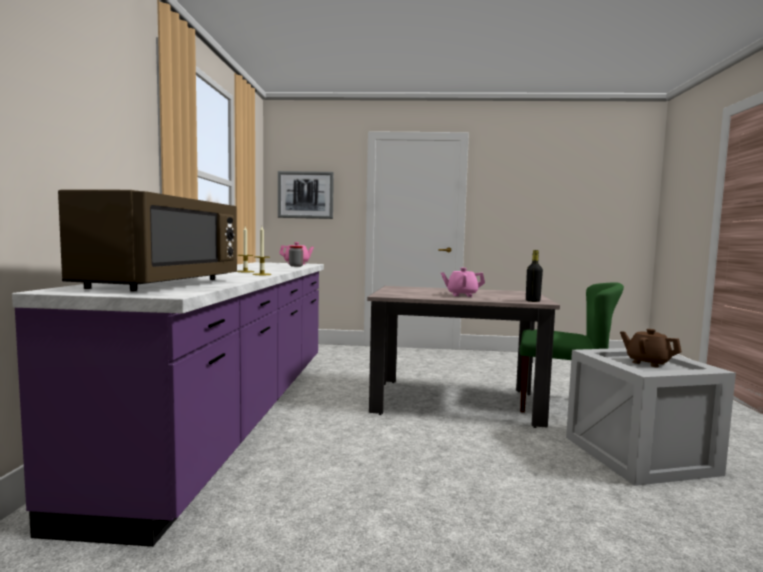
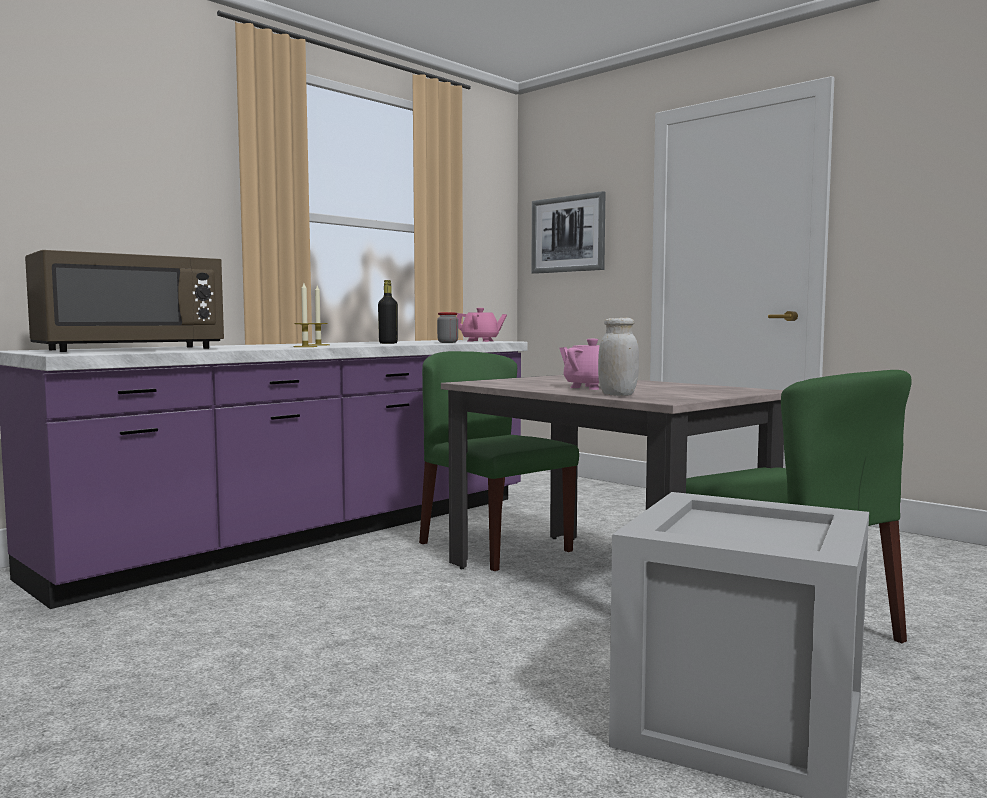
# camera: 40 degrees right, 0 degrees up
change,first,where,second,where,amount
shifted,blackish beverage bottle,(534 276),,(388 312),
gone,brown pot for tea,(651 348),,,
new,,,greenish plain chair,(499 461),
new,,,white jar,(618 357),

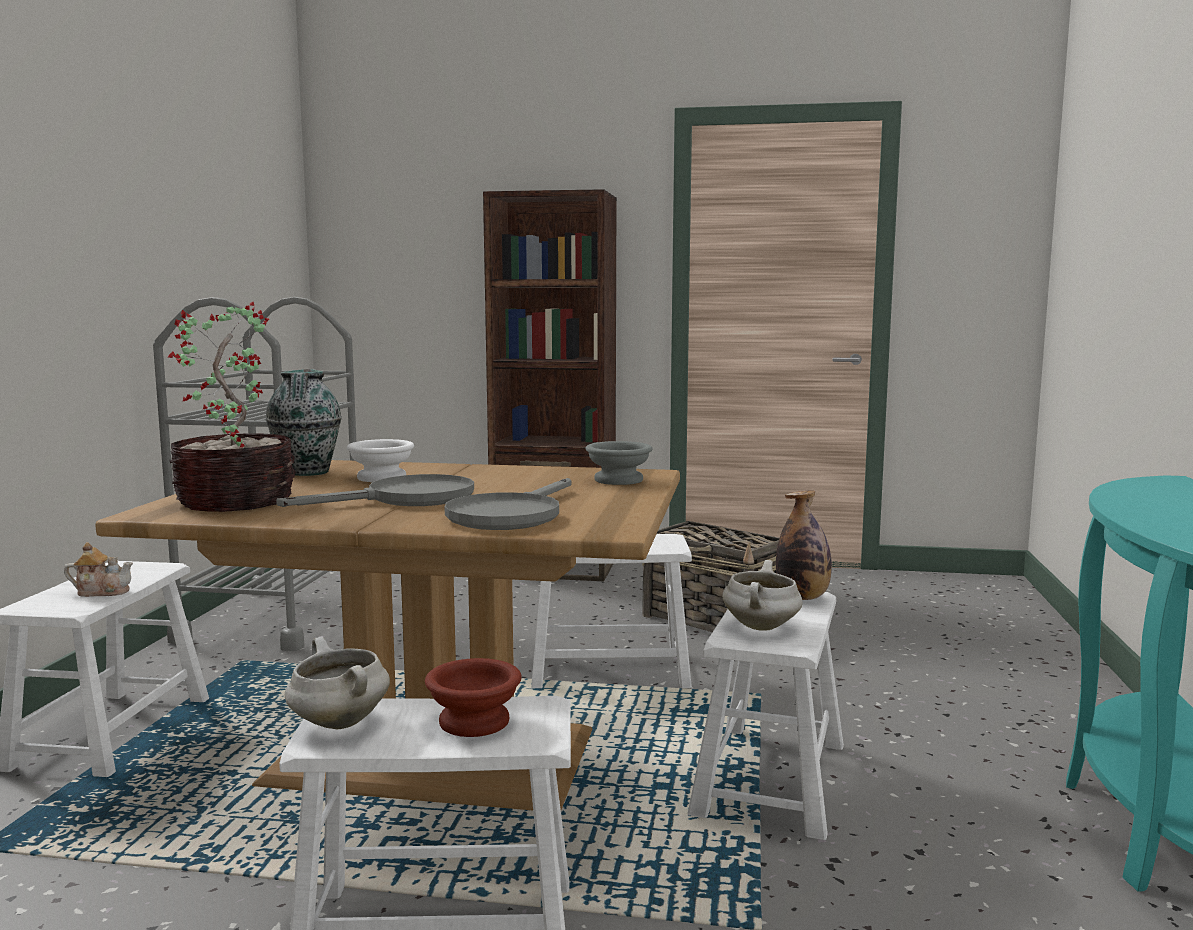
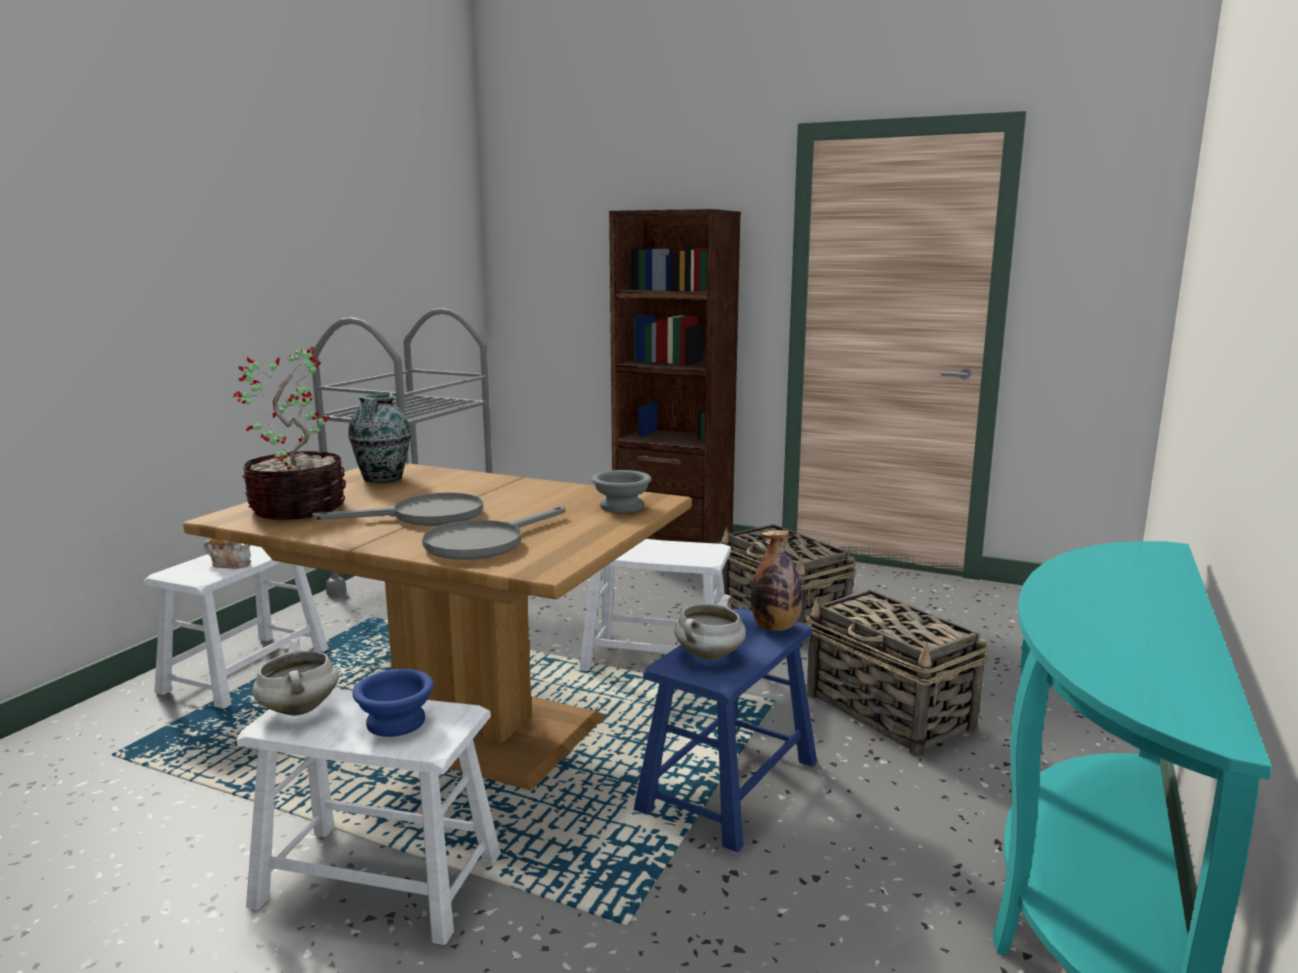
# camera: 15 degrees right, 5 degrees up
change,first,where,second,where,amount
gone,white bowl,(380 460),,,
repainted,brown bowl,(473 697),blue-coloured bowl,(393 703),
repainted,white stool,(765 716),blue-coloured stool,(725 730),
new,,,household basket,(897 673),

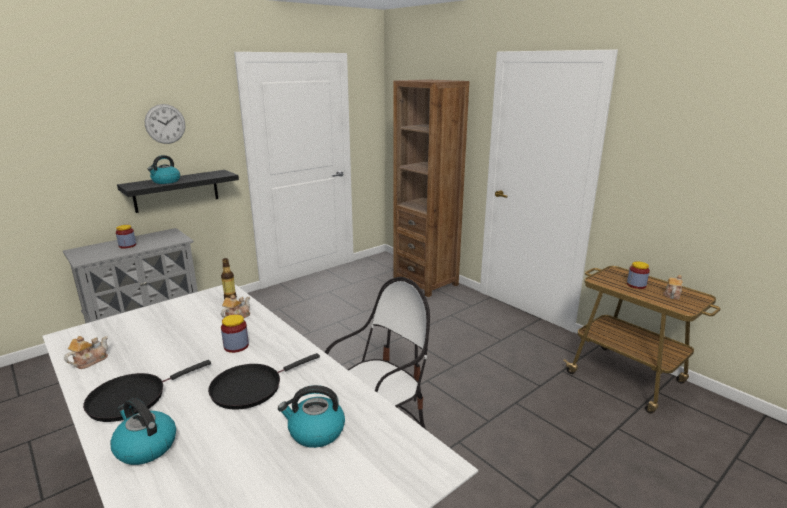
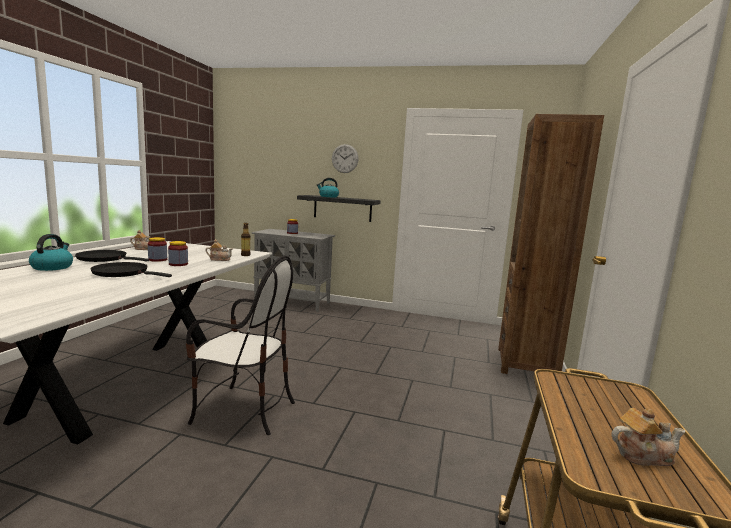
# camera: 55 degrees right, 10 degrees down
change,first,where,second,where,amount
gone,kettle,(311 416),,,
shifted,jar,(638 275),,(157 249),

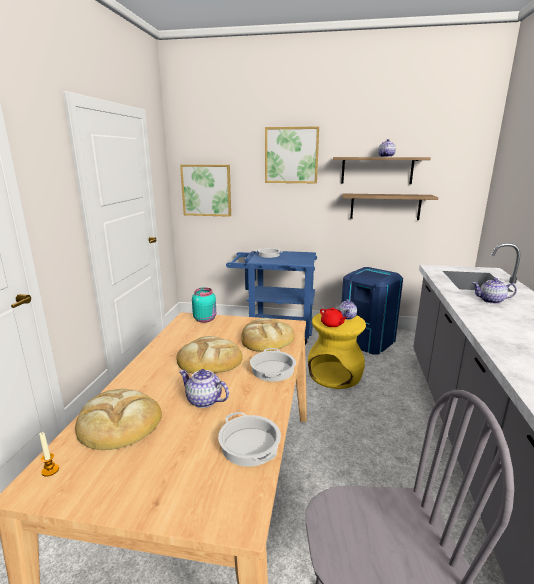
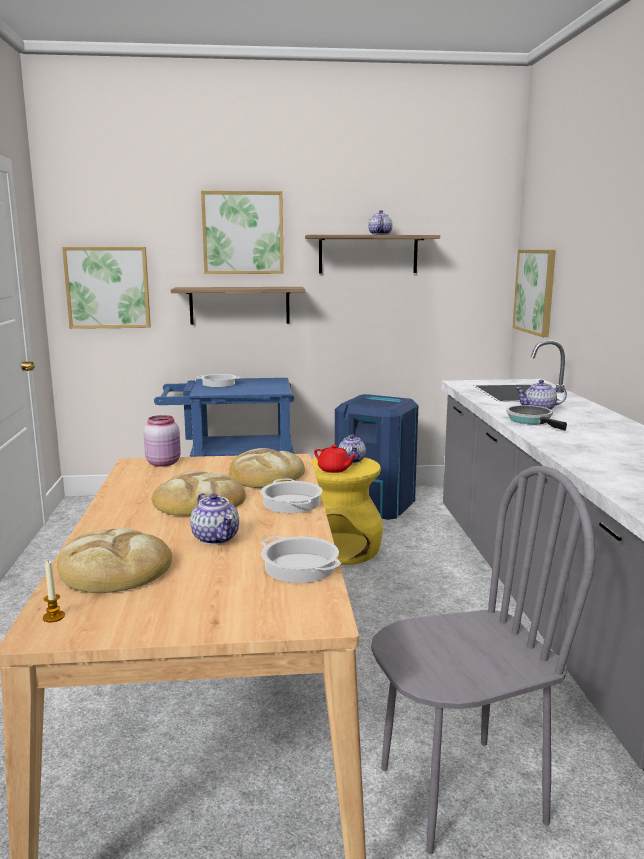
# camera: 15 degrees left, 5 degrees down
change,first,where,second,where,amount
rotated,pot for tea,(204 388),,(214 519),135 degrees counterclockwise
repainted,blue-green jar,(204 305),pink jar,(162 441),
shifted,bracket shelf,(390 206),,(238 306),
new,,,pan,(536 418),
new,,,picture,(534 293),

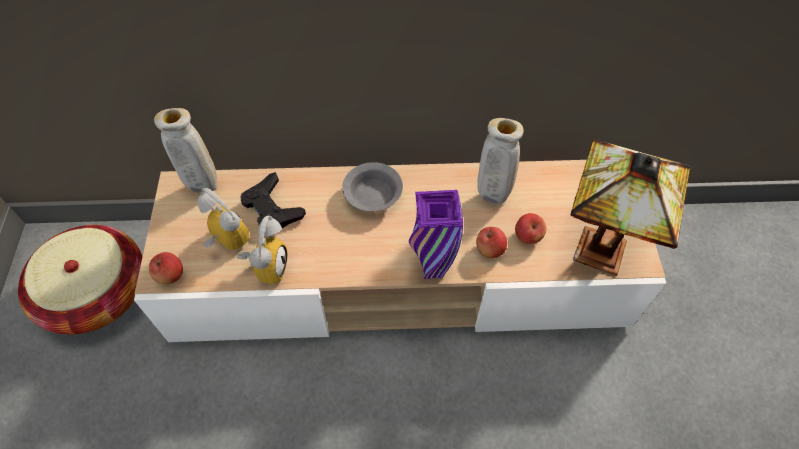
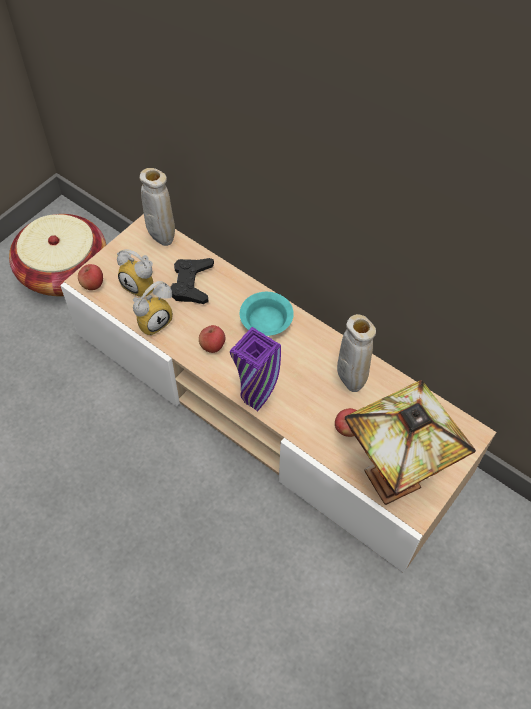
# camera: 40 degrees right, 0 degrees up
change,first,where,second,where,amount
rotated,alarm clock,(224 219),,(135 273),135 degrees clockwise
repainted,grey bowl,(372 187),blue-green bowl,(267 314),
shifted,whole apple,(491 242),,(212 339),

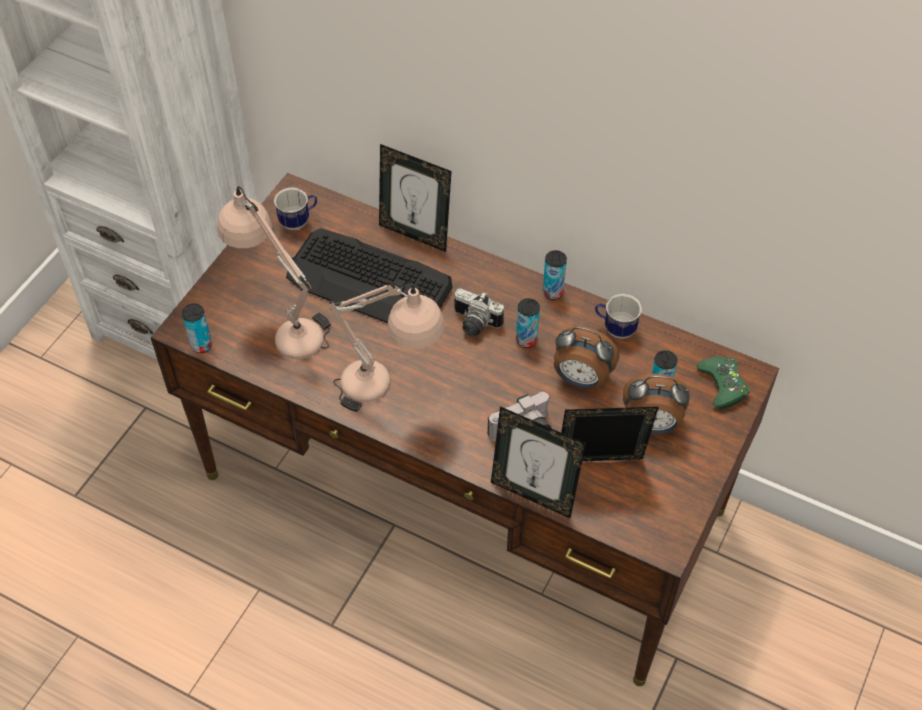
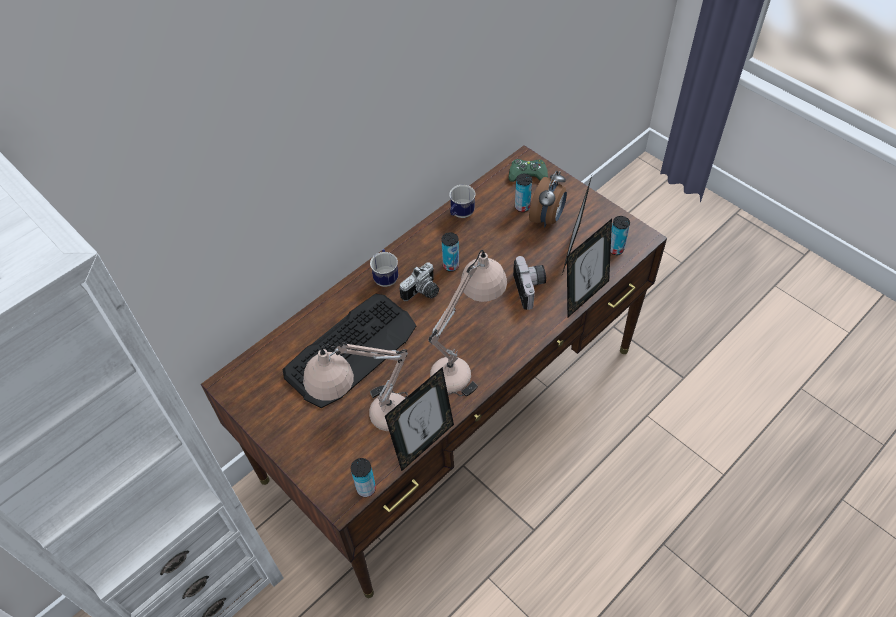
# camera: 70 degrees left, 0 degrees up
change,first,where,second,where,amount
shifted,tea mug,(295 209),,(384 268),
shifted,standing frame,(415 198),,(419 419),
shifted,can,(555 275),,(620 235),
gone,alarm clock,(586 358),,,

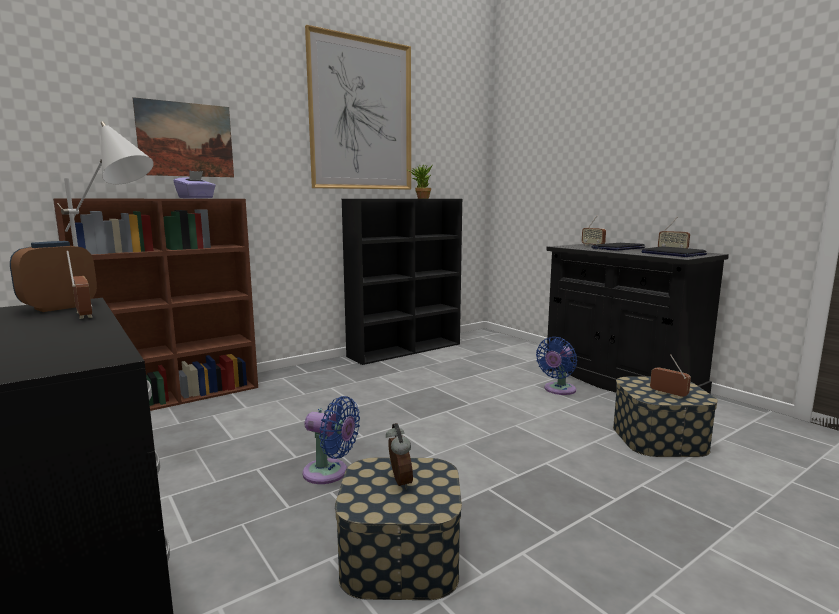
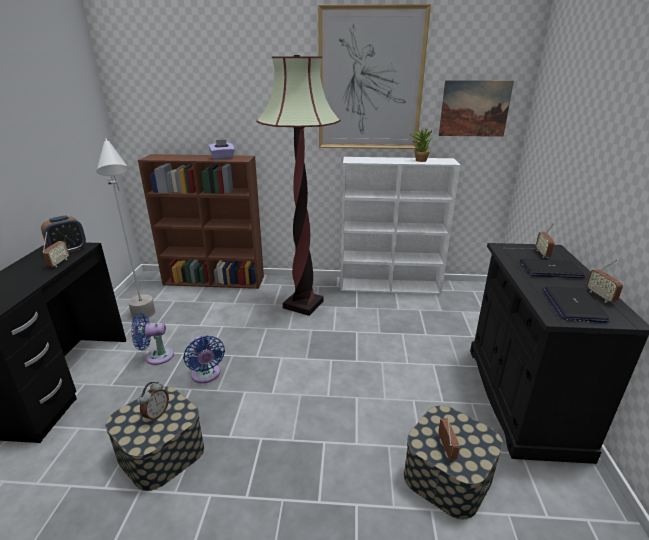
# camera: 40 degrees right, 15 degrees up
change,first,where,second,where,amount
rotated,alarm clock,(53 276),,(63 233),150 degrees clockwise
shifted,picture,(183 137),,(476 108),
repainted,blackish bookshelf,(402 282),white bookshelf,(400 225),
shifted,blue-coloured fan,(556 366),,(152 339),
new,,,floor lamp,(298 185),

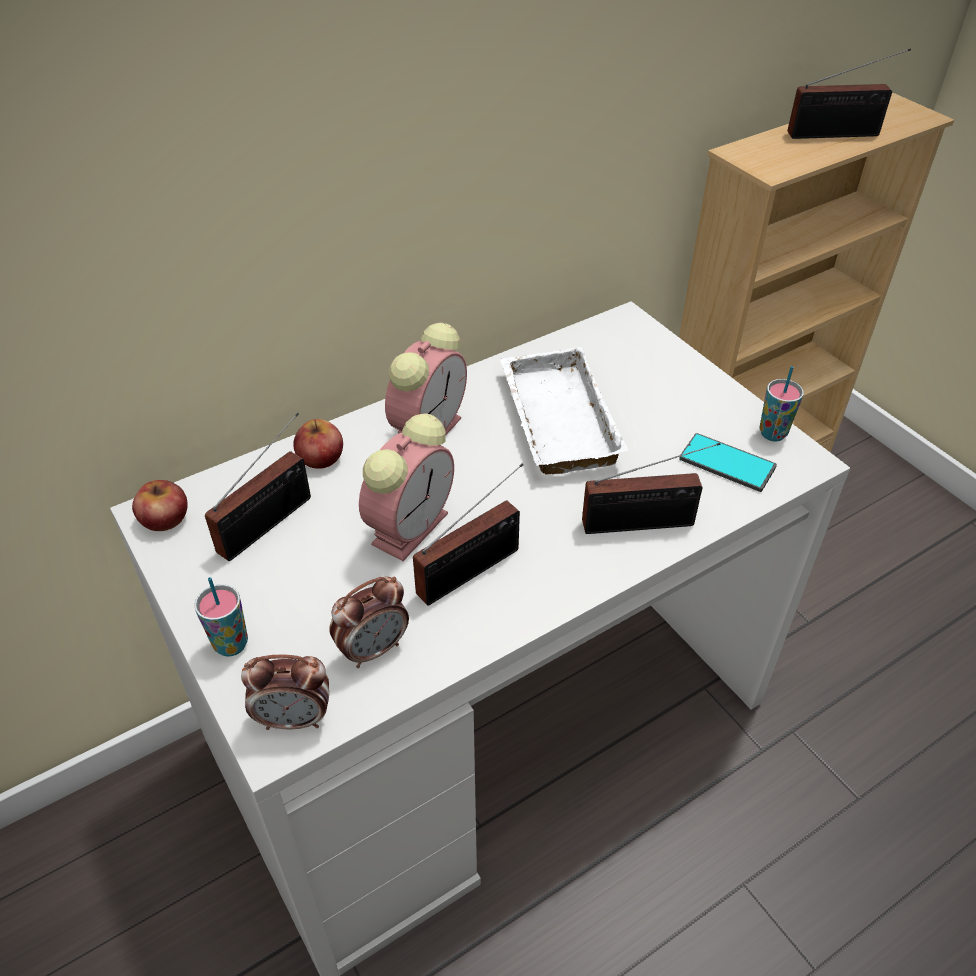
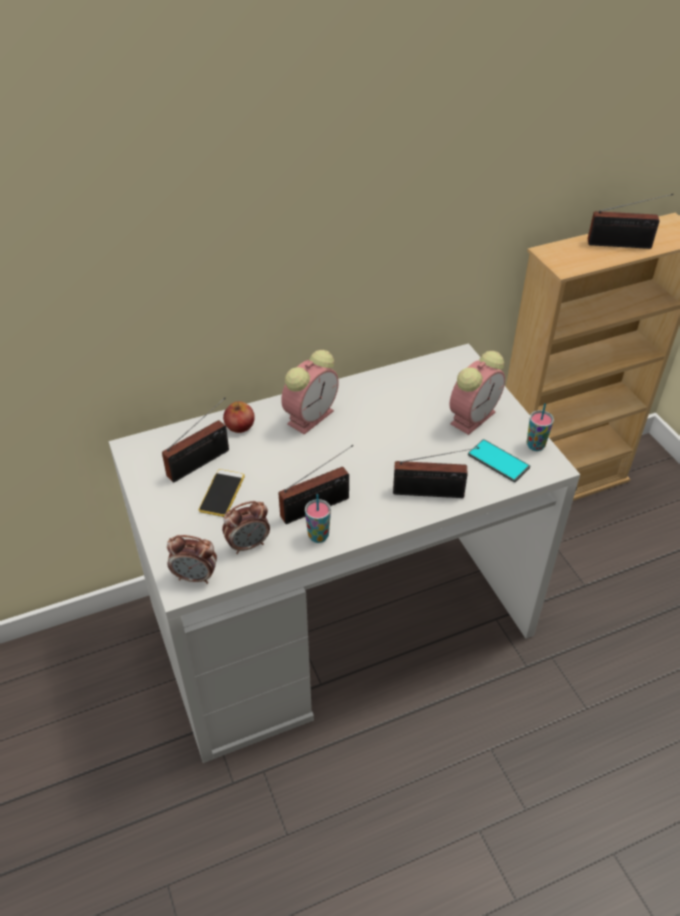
# camera: 10 degrees right, 0 degrees up
change,first,where,second,where,amount
gone,whole apple,(160 505),,,
shifted,cup,(221 616),,(318 518),
shifted,alarm clock,(406 487),,(477 393),
gone,white carrying tray,(564 411),,,
new,,,telephone,(222 493),

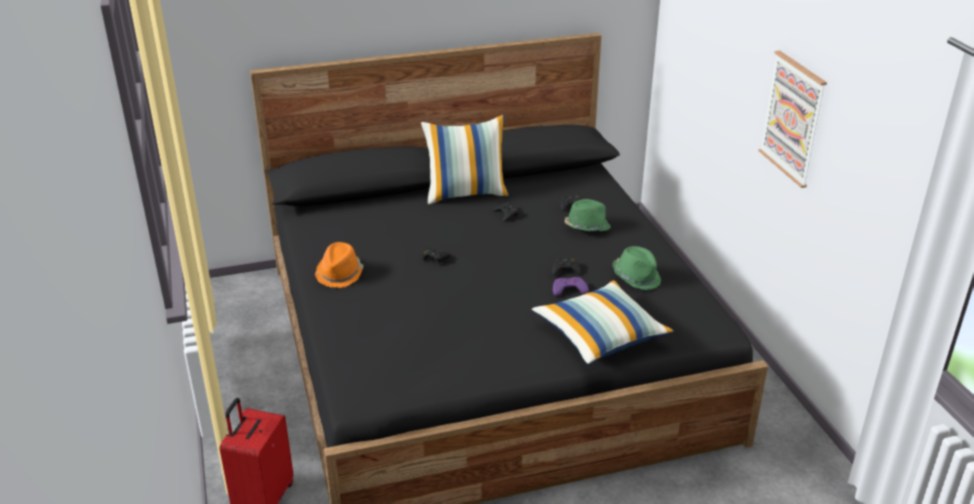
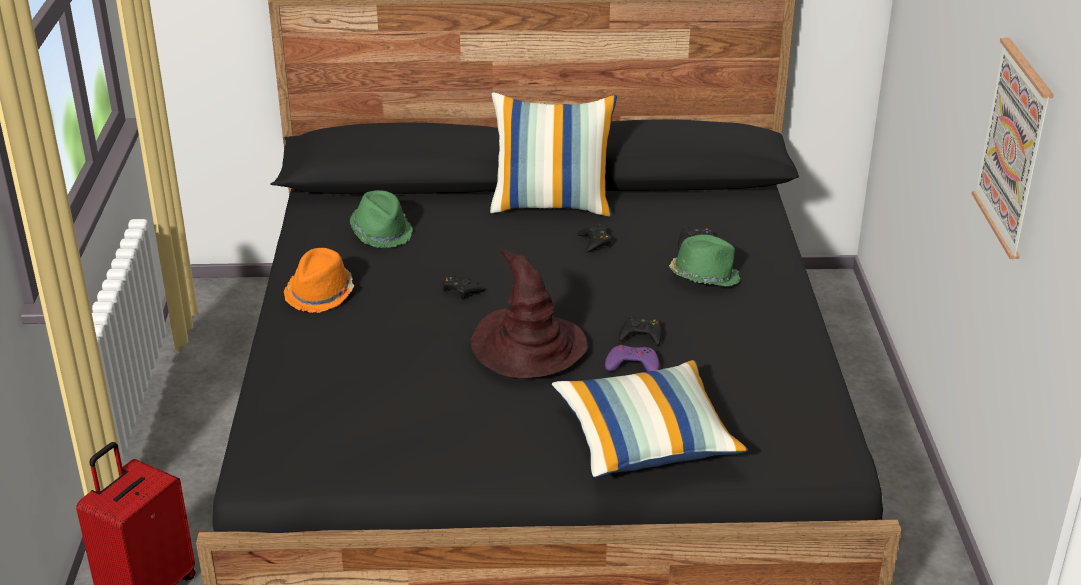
# camera: 15 degrees right, 0 degrees up
change,first,where,second,where,amount
shifted,greenish wearable hat,(637 268),,(381 219),
new,,,brown wearable hat,(529 314),

